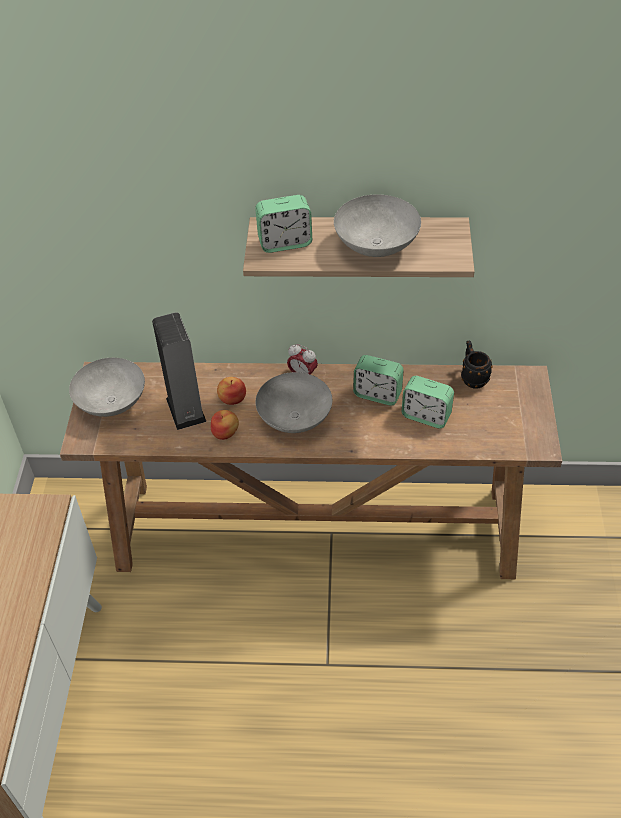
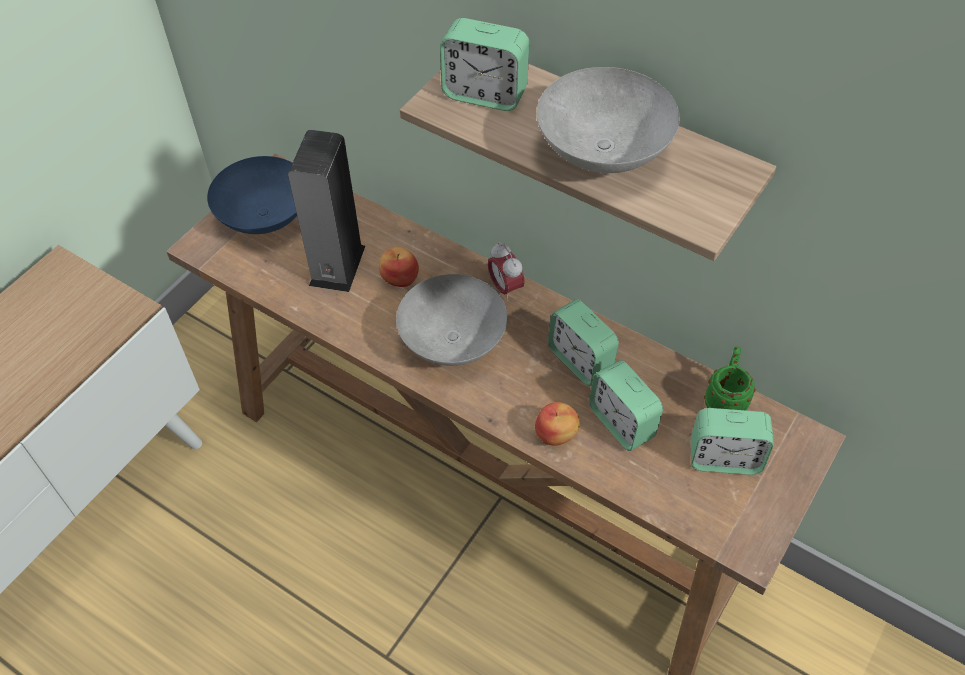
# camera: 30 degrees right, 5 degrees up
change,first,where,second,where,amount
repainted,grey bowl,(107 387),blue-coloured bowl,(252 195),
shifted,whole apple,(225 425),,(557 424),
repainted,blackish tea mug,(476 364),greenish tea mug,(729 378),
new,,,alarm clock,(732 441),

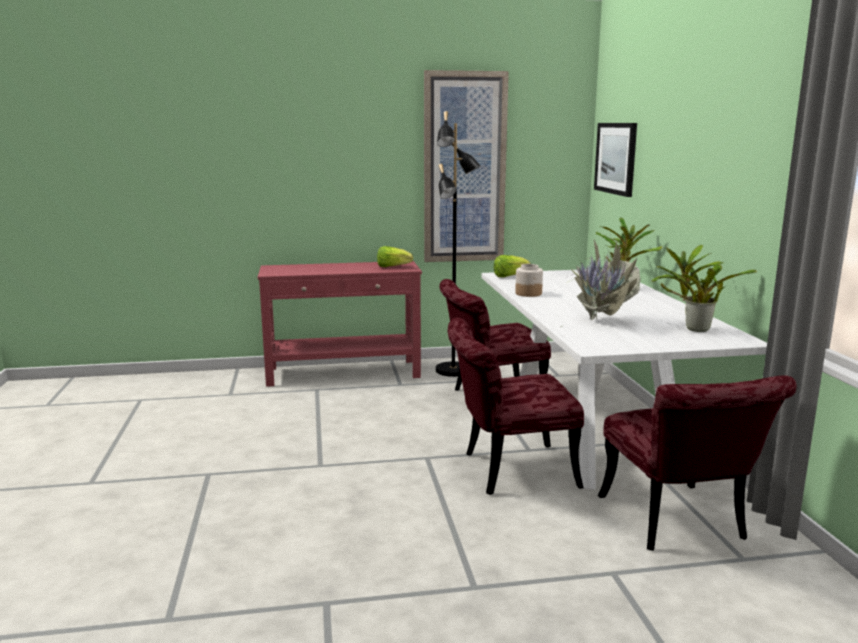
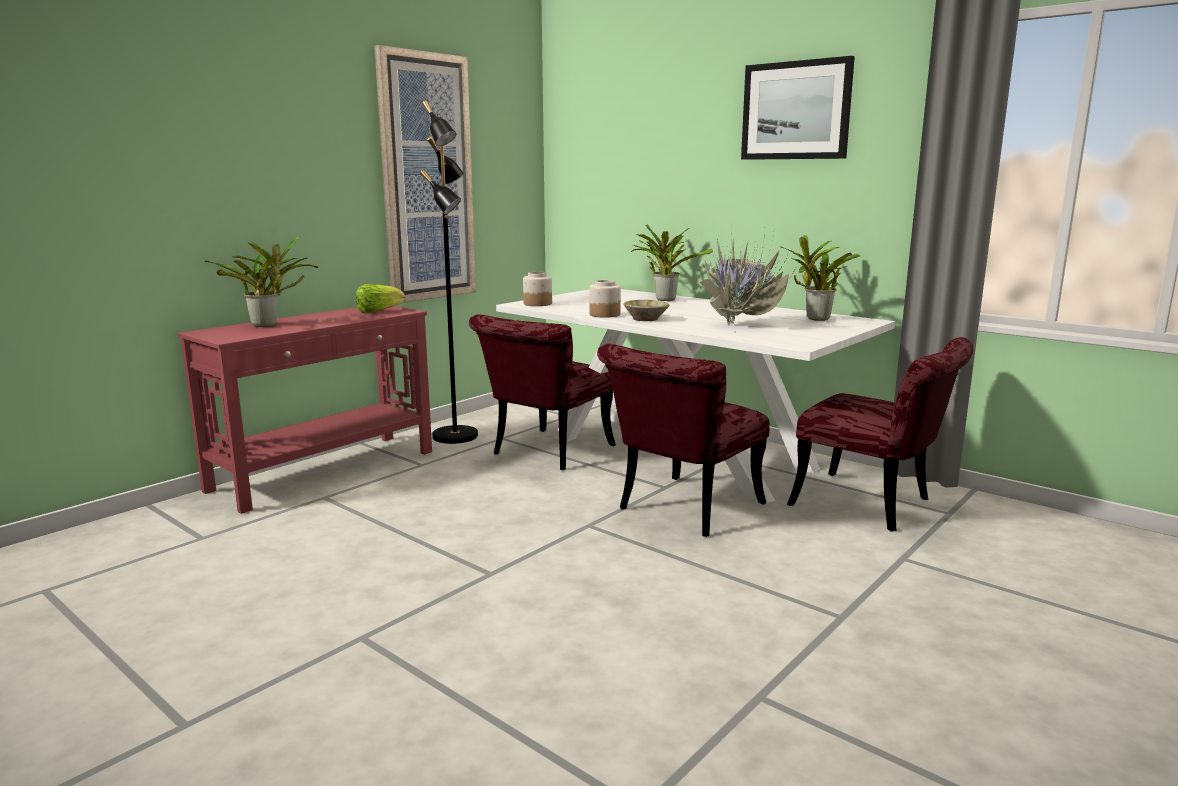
# camera: 40 degrees left, 0 degrees up
change,first,where,second,where,amount
swapped,lettuce head,(512 266),jar,(537 289),
shifted,picture,(615 160),,(798 108),
new,,,plant in a pot,(261 281),
new,,,beige-coloured bowl,(646 310),

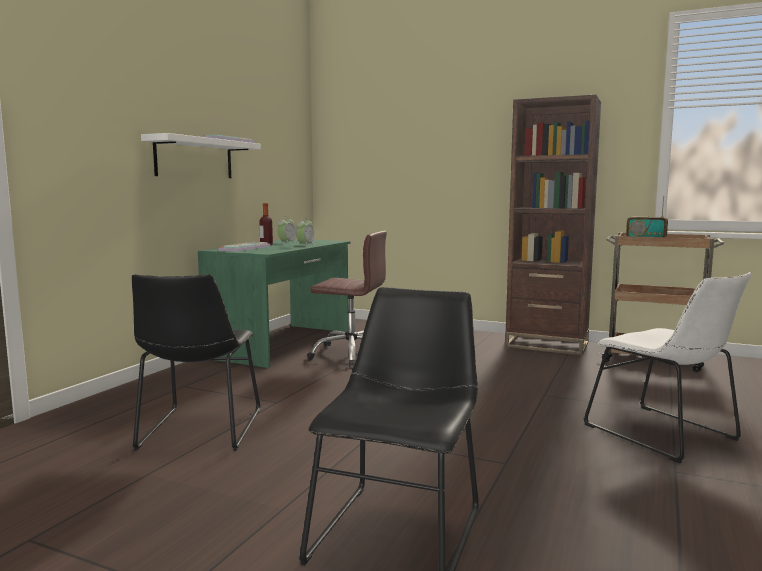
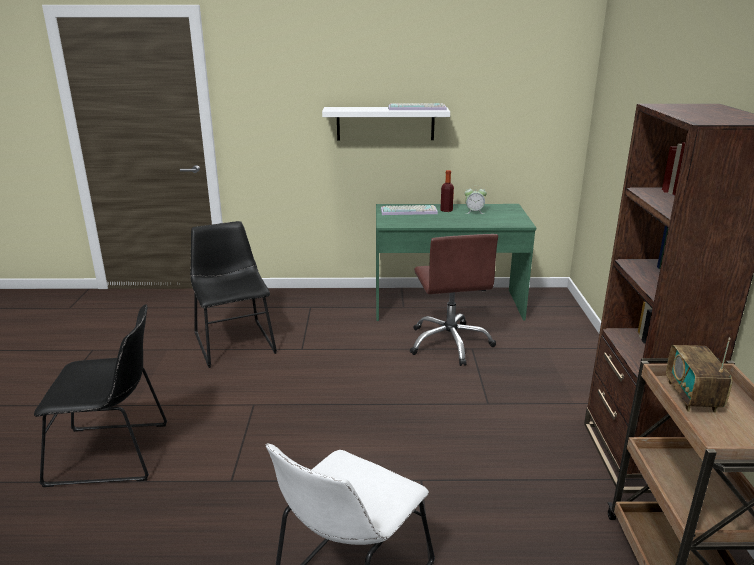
# camera: 65 degrees right, 15 degrees up
change,first,where,second,where,amount
rotated,blackish plain chair,(196 363),,(233 294),90 degrees clockwise
gone,alarm clock,(305 231),,,

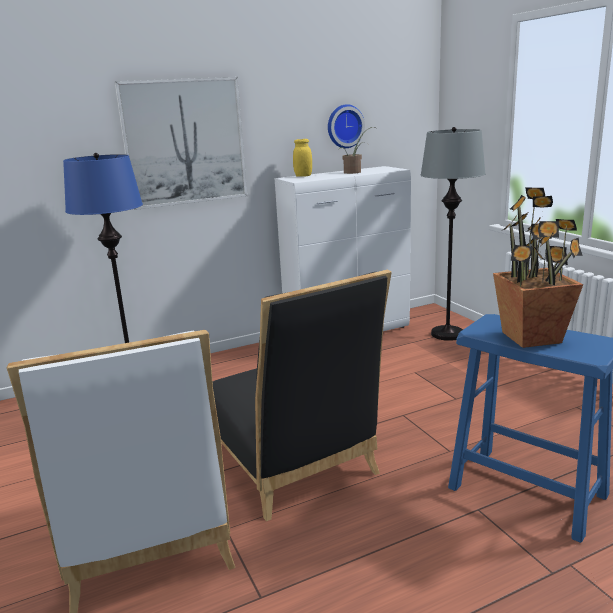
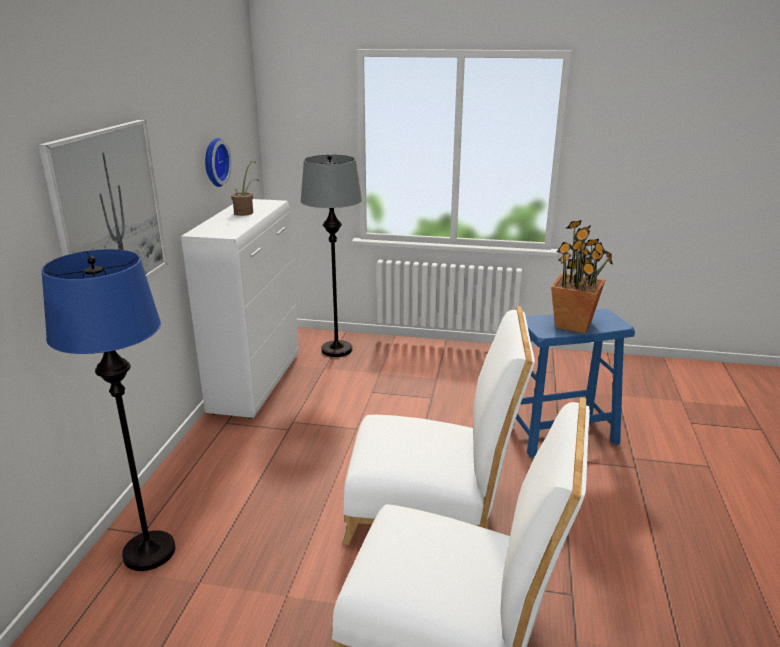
# camera: 55 degrees left, 5 degrees up
change,first,where,second,where,amount
repainted,blackish plain chair,(302 395),white plain chair,(438 425),
gone,yellowish jar,(302 158),,,

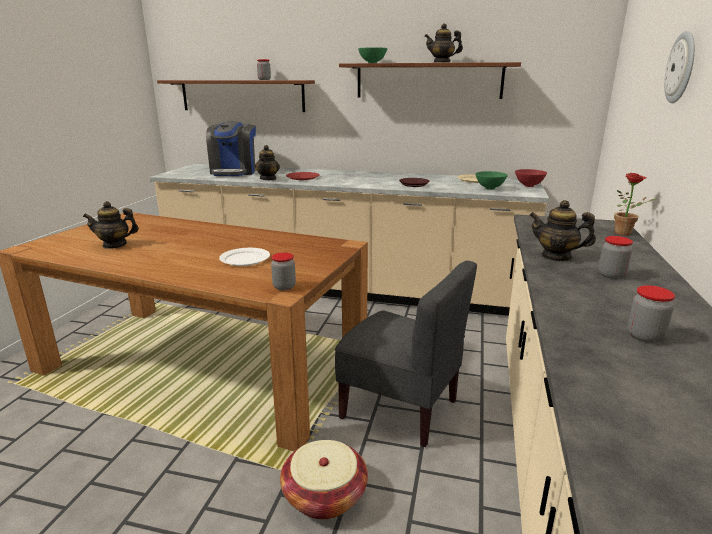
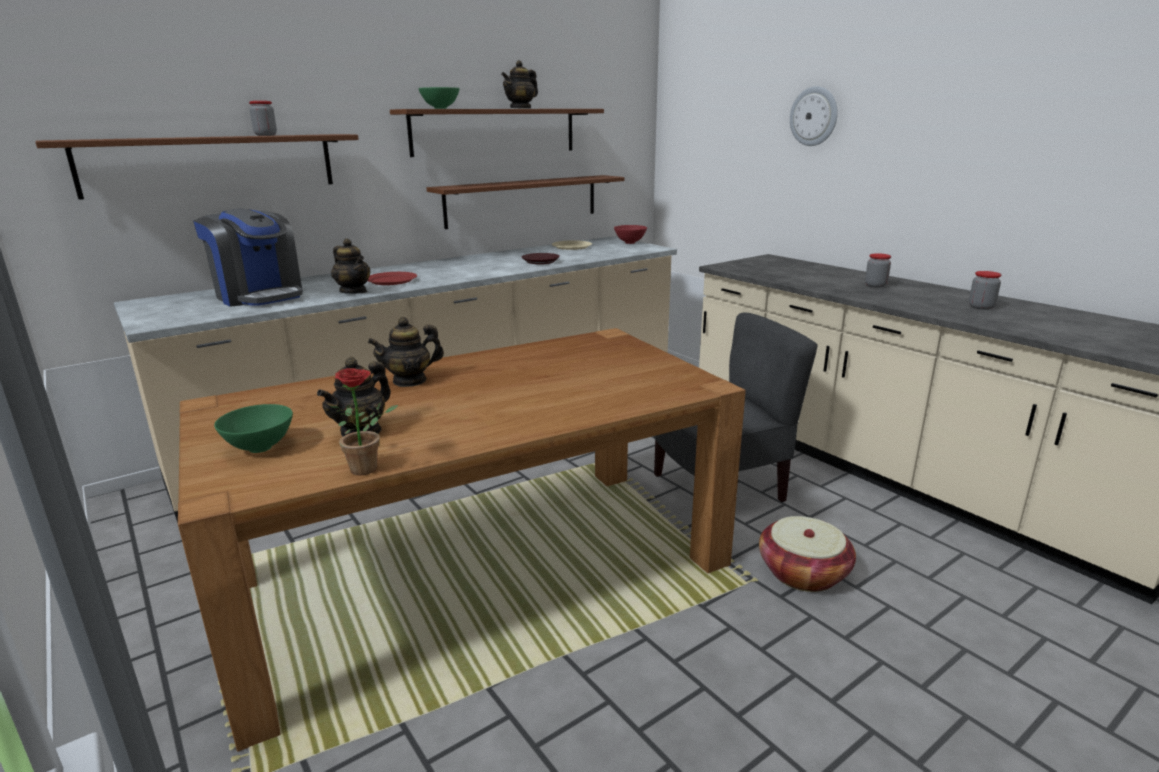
# camera: 50 degrees left, 0 degrees up
change,first,where,second,where,amount
gone,white flat dish,(244 257),,,
gone,jar,(283 271),,,
shifted,greenish bowl,(491 180),,(253 428),
shifted,pot for tea,(562 231),,(406 352),
shifted,plant in a pot,(635 204),,(364 421),
new,,,brown bracket shelf,(525 202),

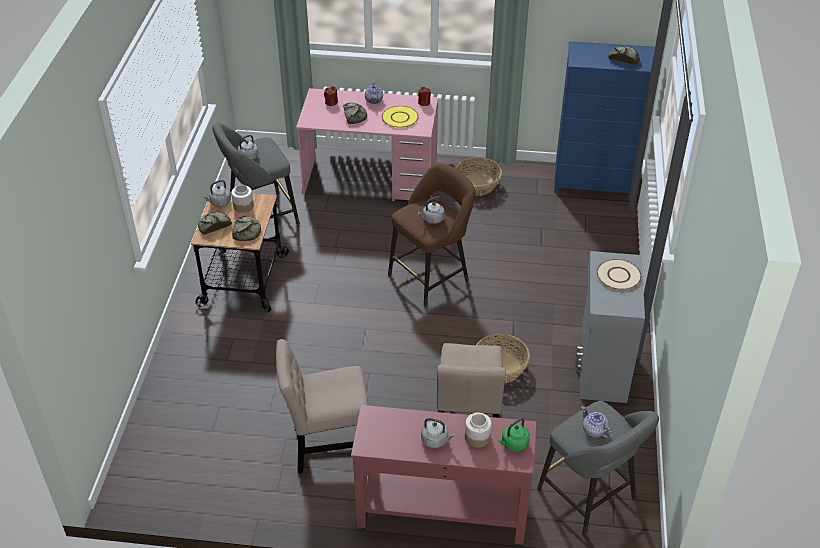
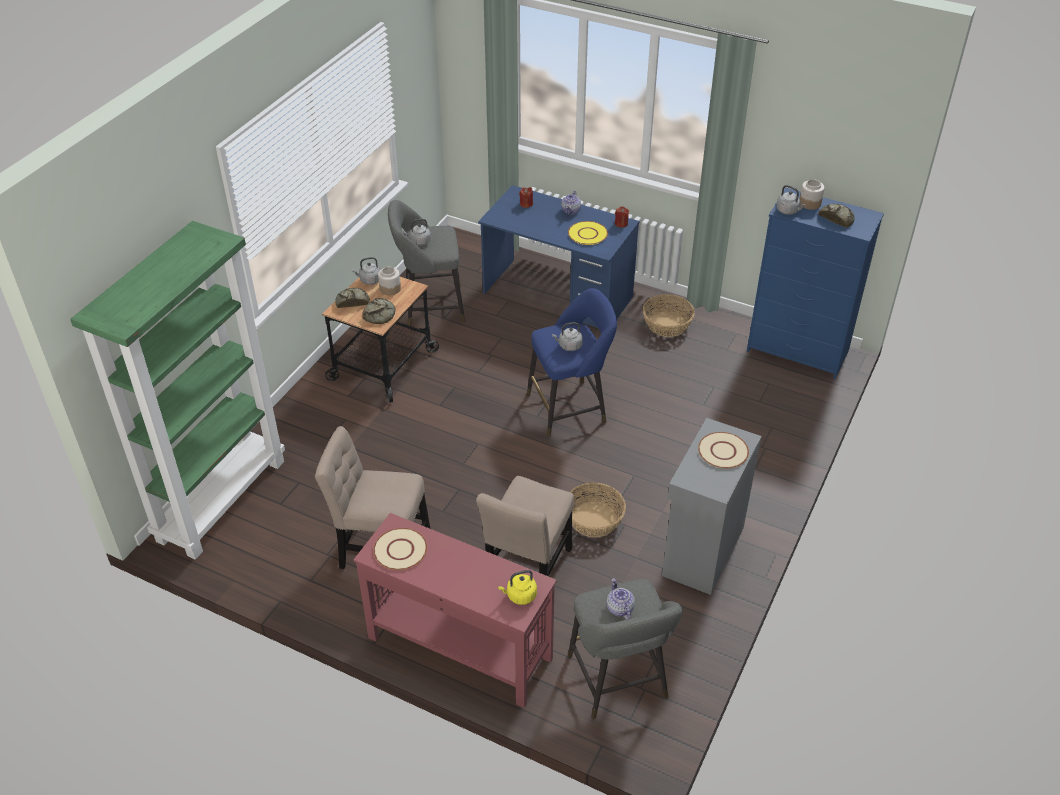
# camera: 20 degrees right, 0 degrees up
change,first,where,second,where,amount
repainted,pink desk table,(367 144),blue-coloured desk table,(558 256),
gone,baked bread,(355 113),,,
repainted,brown stool,(431 235),blue-coloured stool,(572 362),
shifted,grey kettle,(438 433),,(791 200),
shifted,jar,(478 430),,(812 194),
repainted,greenish kettle,(514 435),yellowish kettle,(517 587),
new,,,greenish bookshelf,(177 390),
new,,,beige-coloured flat dish,(400 549),

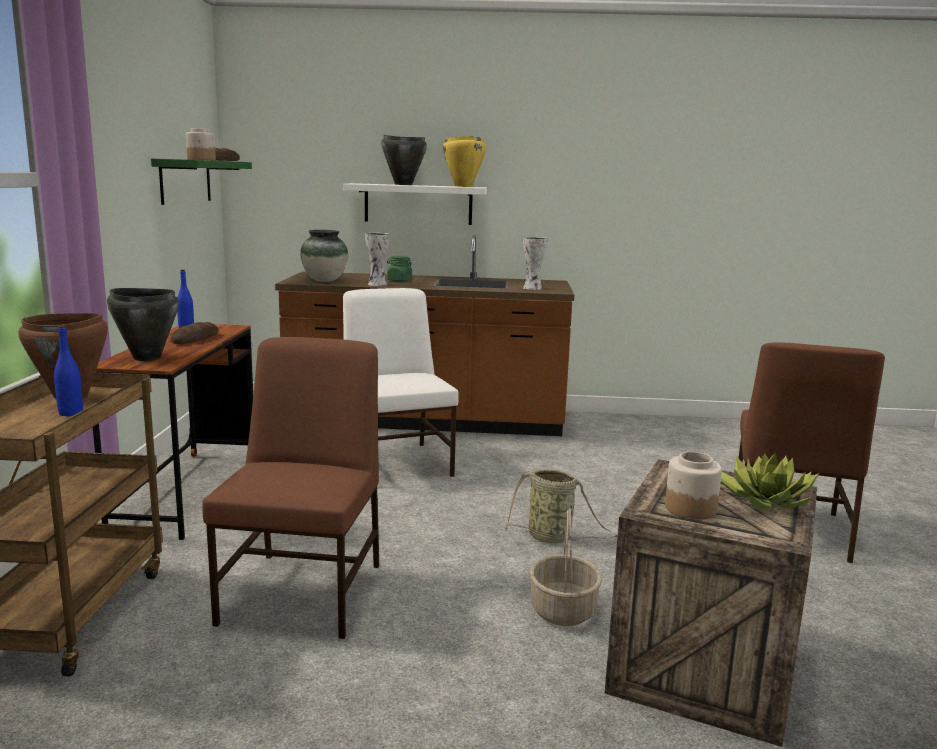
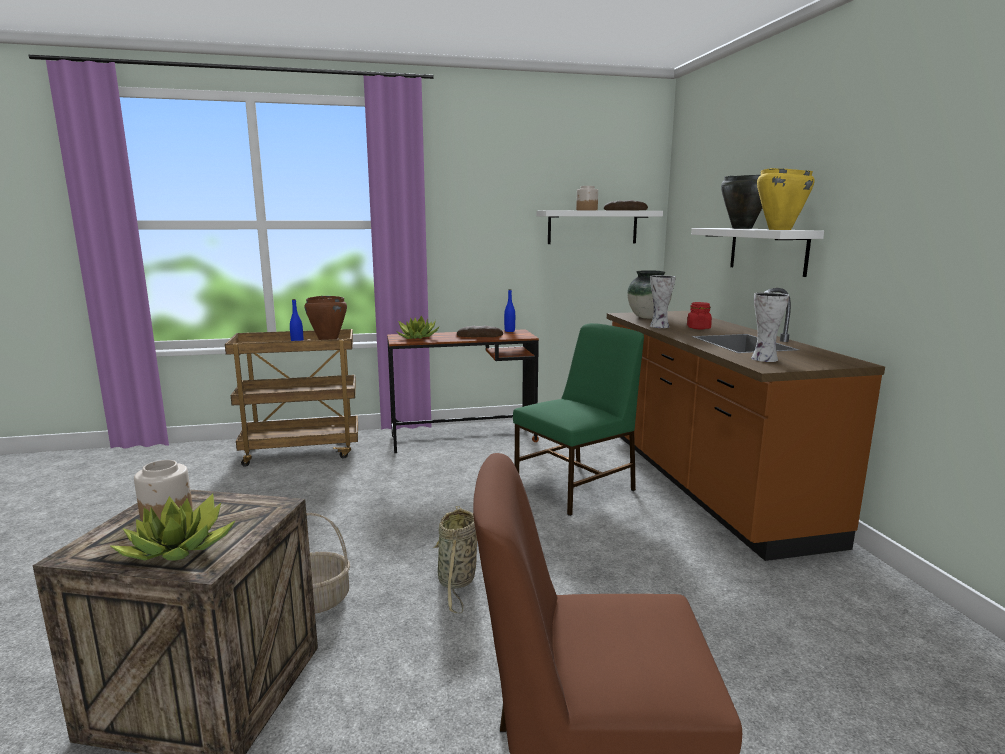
# camera: 75 degrees right, 0 degrees up
change,first,where,second,where,amount
swapped,blackish saucepot,(143 324),plant in a pot,(418 327),
repainted,greenish bracket shelf,(201 181),white bracket shelf,(600 227),
gone,brown plain chair,(290 488),,,
repainted,white plain chair,(401 382),greenish plain chair,(578 419),
repainted,greenish jar,(399 269),red-coloured jar,(699 315),

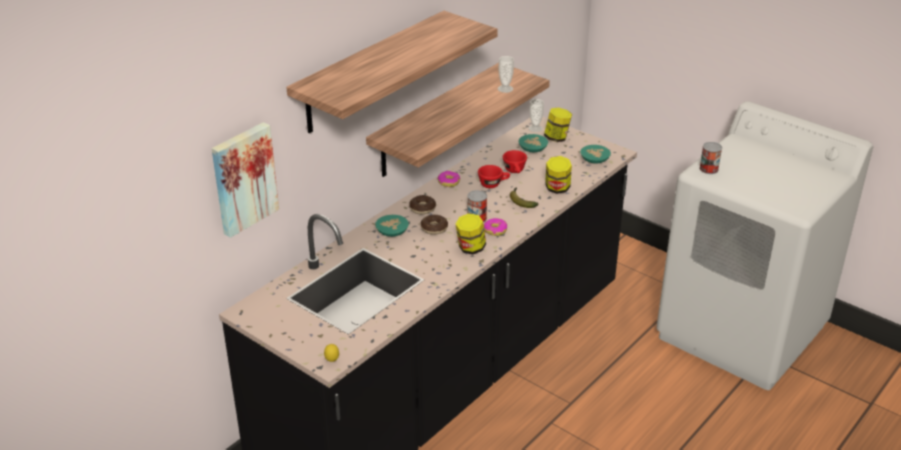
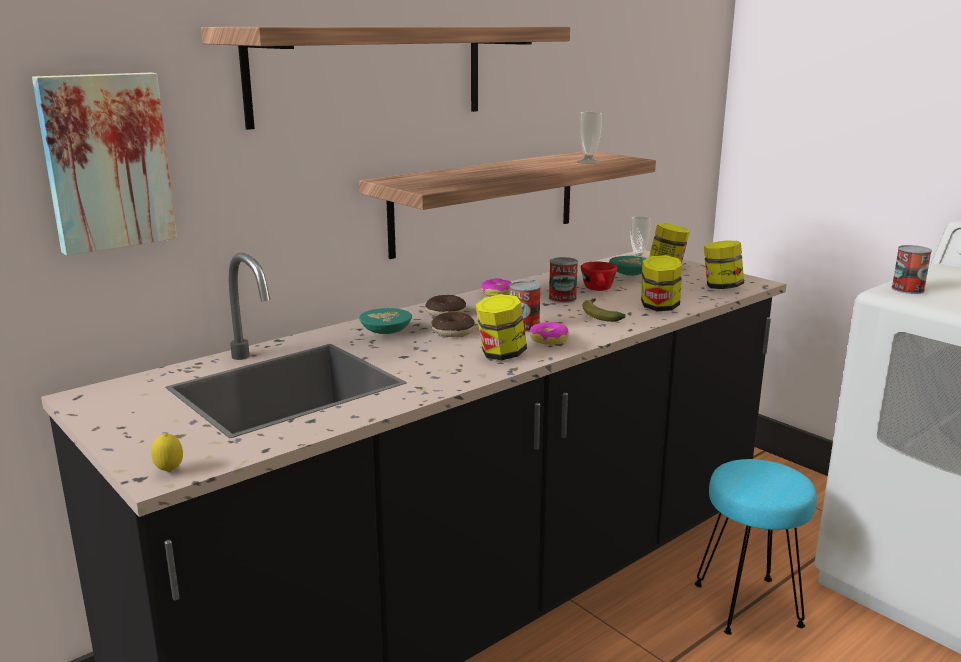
# camera: 10 degrees right, 15 degrees down
change,first,where,second,where,amount
swapped,red-coloured cup,(494 176),can,(563 280),
swapped,blue-green bowl,(595 154),jar,(724 265),
new,,,blue-green stool,(756 547),

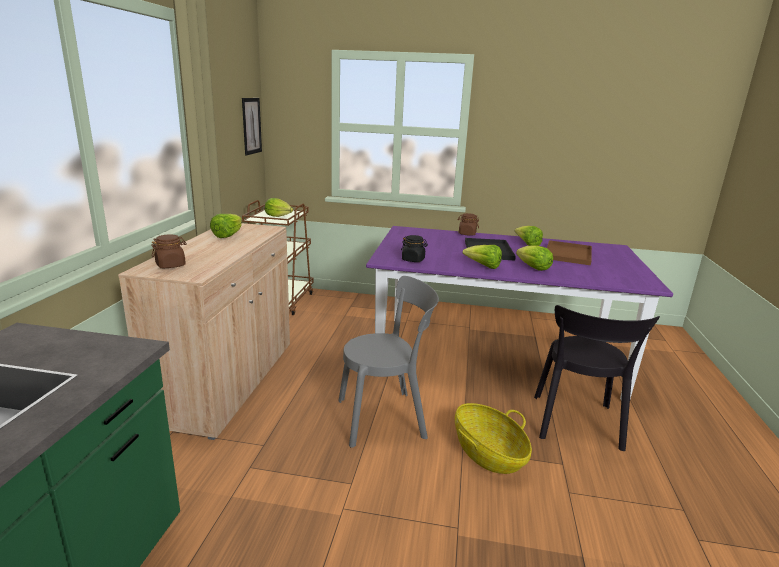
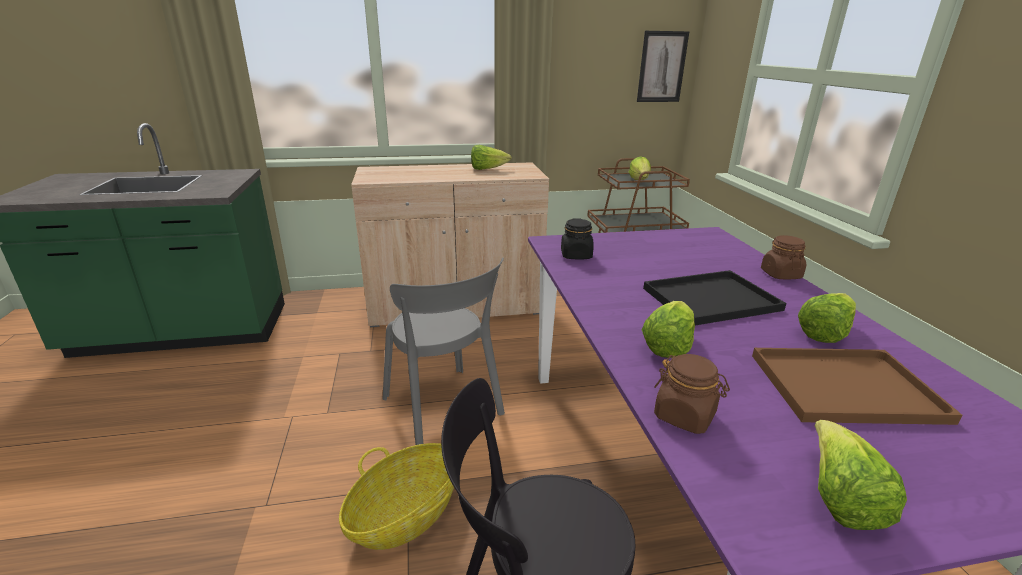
# camera: 70 degrees right, 5 degrees up
change,first,where,second,where,amount
shifted,brown jar,(169 251),,(692 394),
shifted,lettuce head,(482 257),,(861 475),

